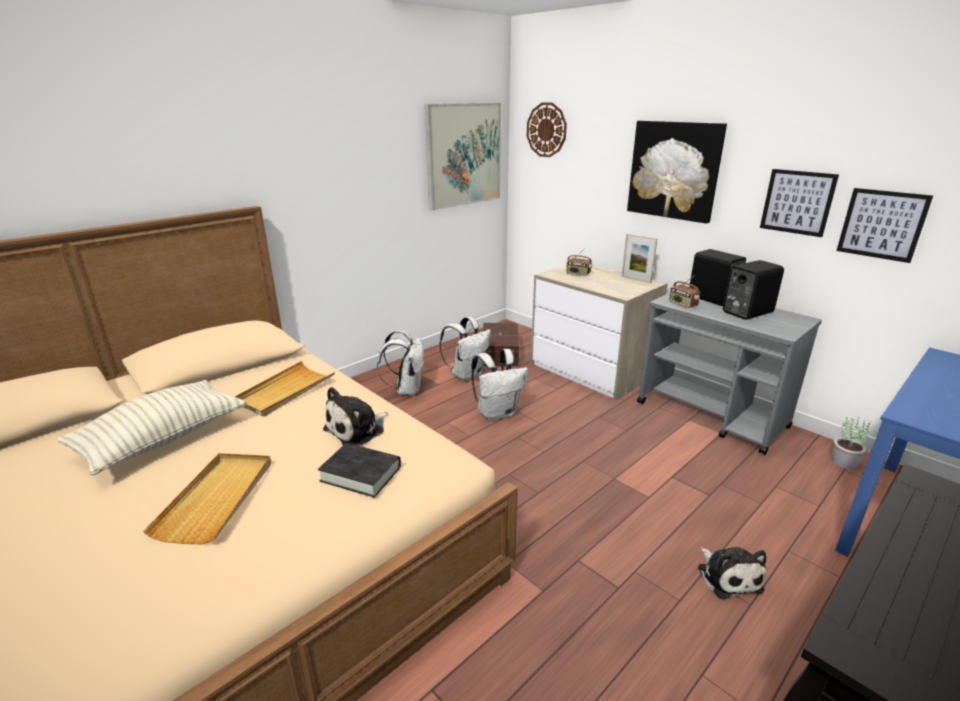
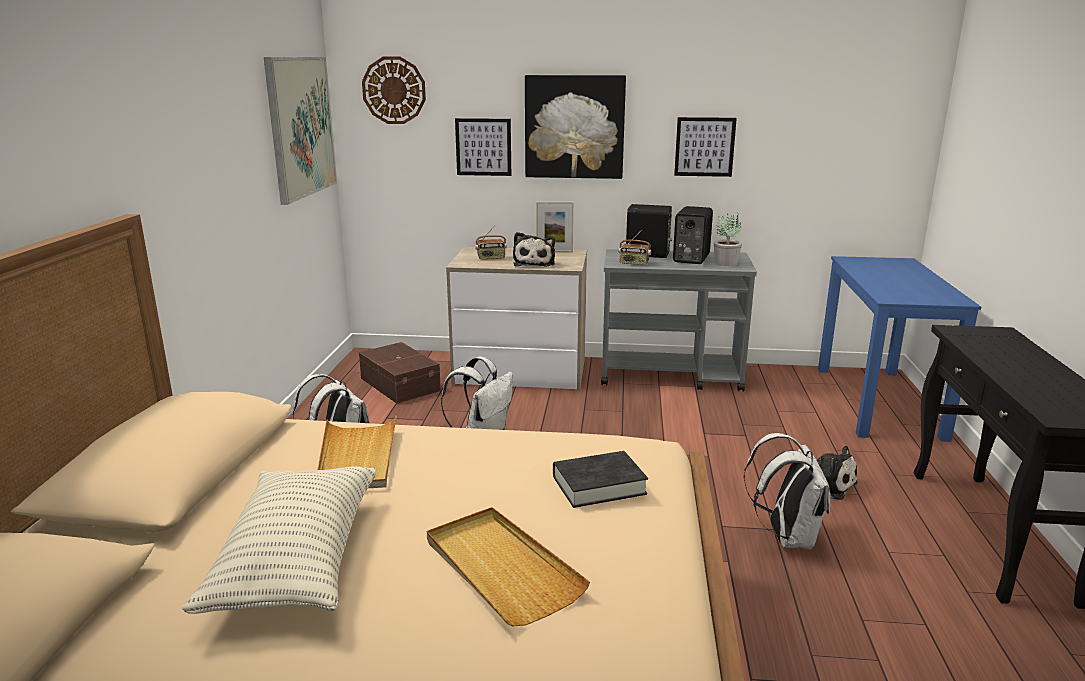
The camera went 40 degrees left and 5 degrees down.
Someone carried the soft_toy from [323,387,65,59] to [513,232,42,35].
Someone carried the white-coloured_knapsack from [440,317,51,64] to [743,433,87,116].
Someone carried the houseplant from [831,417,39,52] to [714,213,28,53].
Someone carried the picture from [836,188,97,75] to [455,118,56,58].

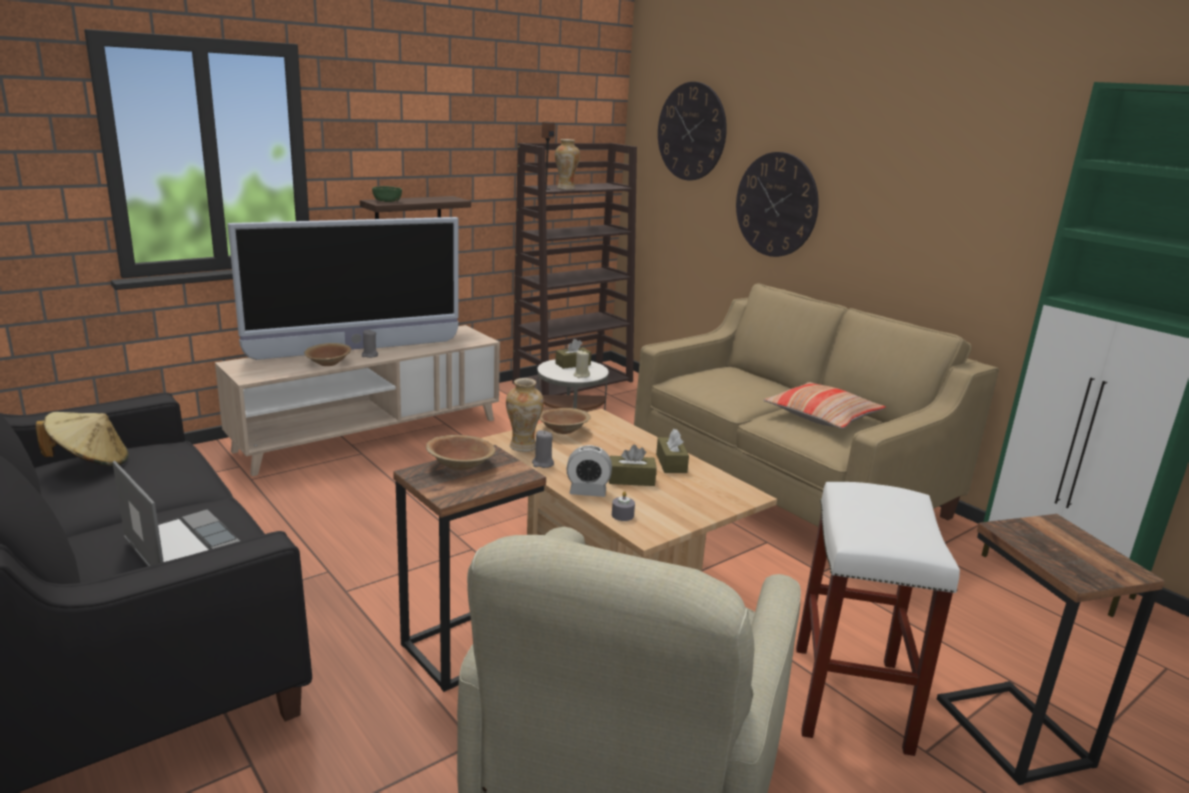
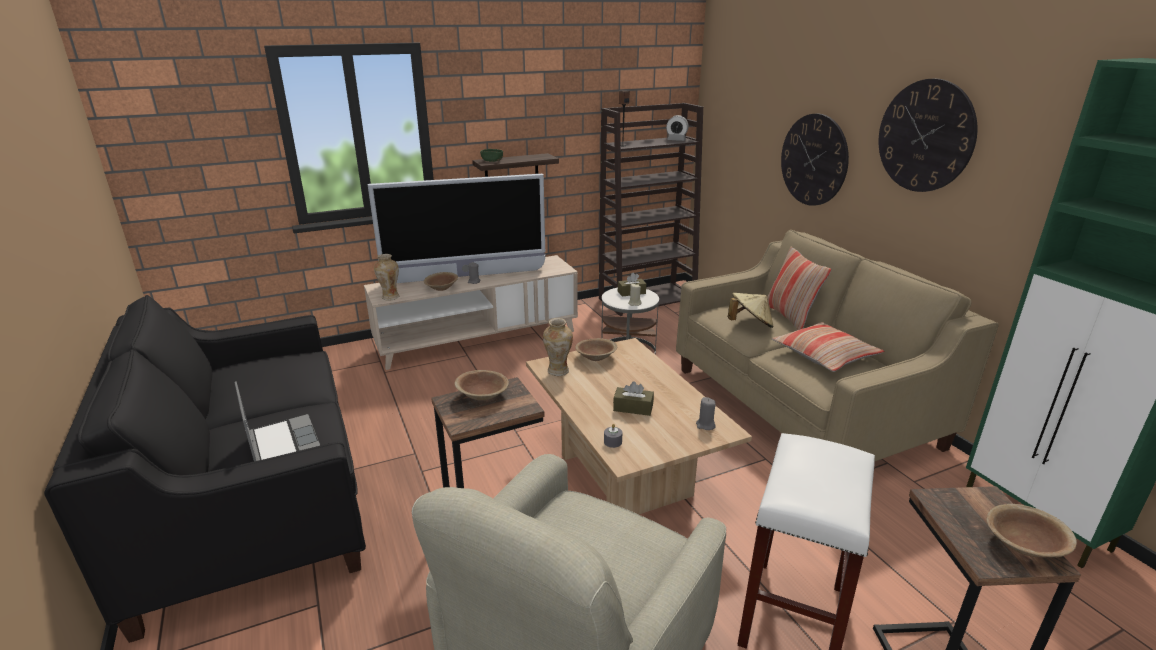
The camera went 15 degrees right and 5 degrees up.
Someone carried the beige-coloured_clothing_hat from [35,412,94,54] to [728,293,46,35].
Someone carried the gray_wax_light from [532,430,22,38] to [696,397,20,33].
Someone carried the decorative_vase from [555,139,25,51] to [374,254,25,47].
Someone carried the table_clock from [566,445,46,52] to [666,115,23,26].
Someone took away the brown-coloured_box_of_tissues at [656,429,33,44].
Someone carried the clock_on_the_wall from [658,82,69,98] to [879,79,98,113].
Someone put down the throw_pillow at [767,247,64,83].
Someone put down the brown-coloured_serving_bowl at [987,504,90,54].

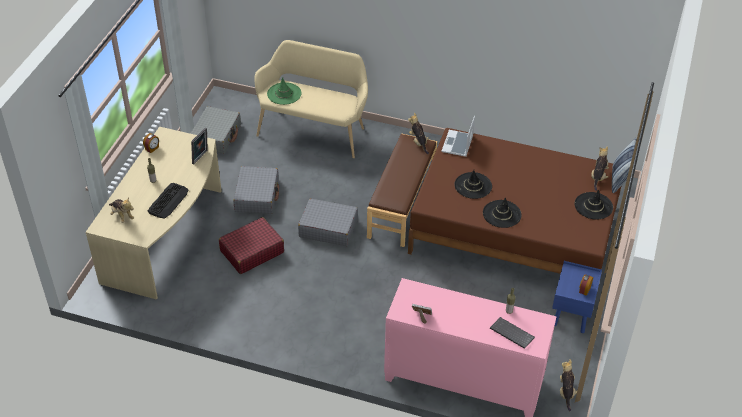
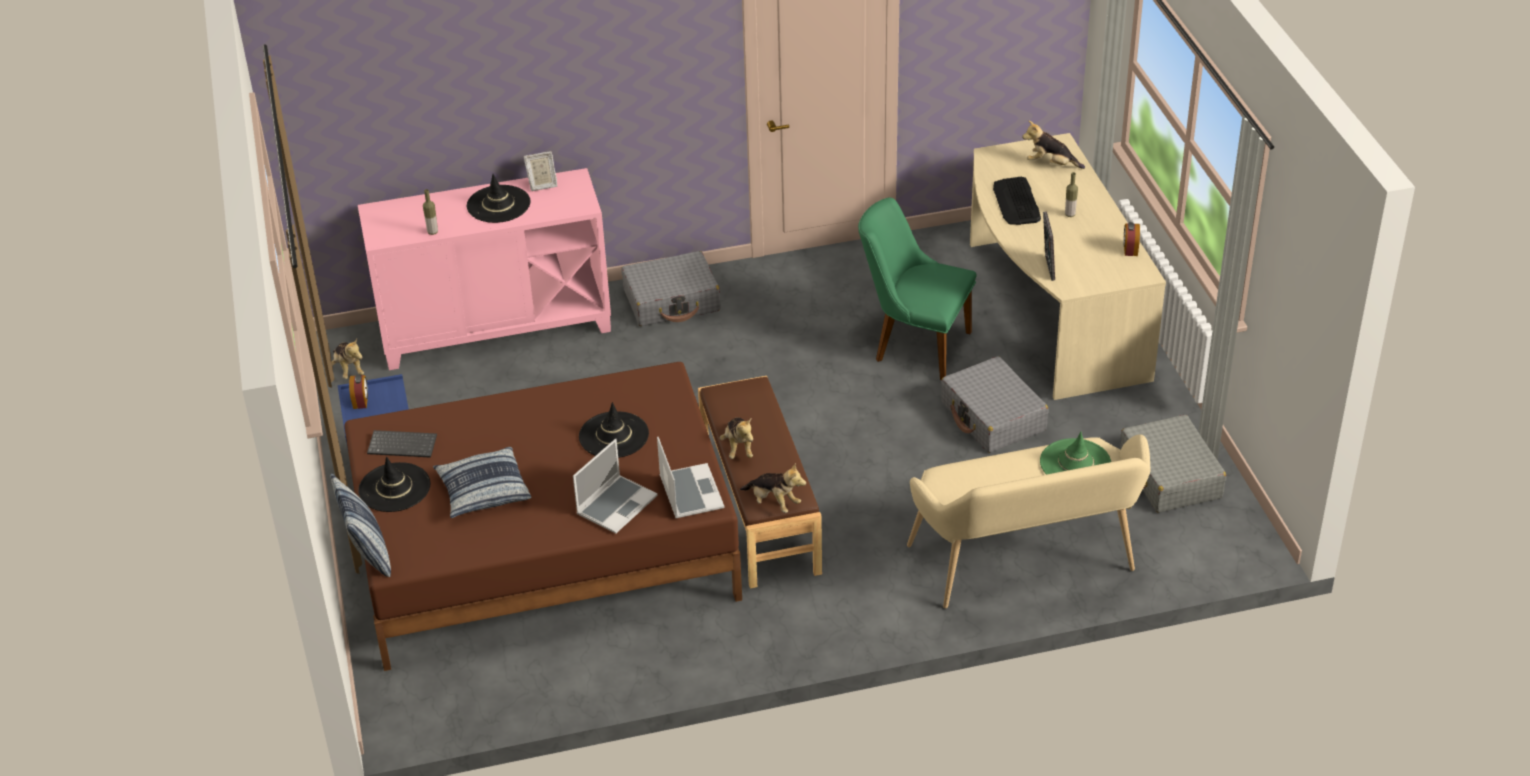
The camera went 150 degrees right and 5 degrees down.
Someone swapped the red_travel_case at [219,217,65,57] for the greenish_upright_chair at [858,198,119,182].
Someone carried the gray_travel_case from [298,199,60,47] to [621,251,100,75].
Someone carried the black-coloured_clothing_hat from [483,197,39,31] to [467,174,63,49].
Someone carried the PC_keyboard from [490,317,45,32] to [367,430,70,28].
Someone carried the soft_toy from [591,146,18,45] to [720,417,33,42].
Someone put down the throw_pillow at [433,447,98,71].
Someone put down the notebook_computer at [573,439,85,95].

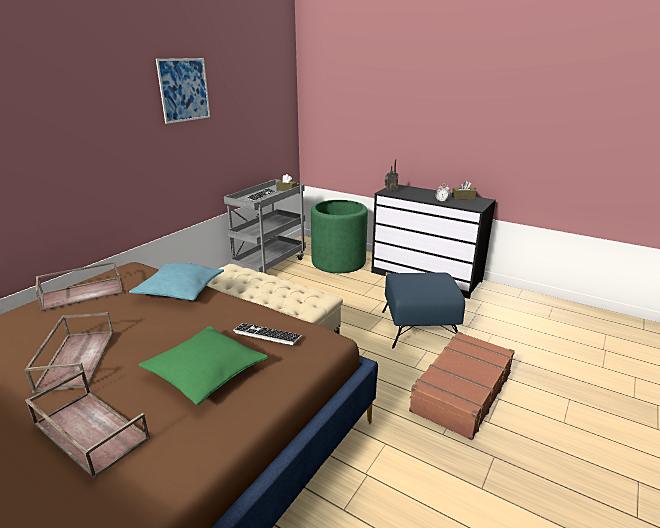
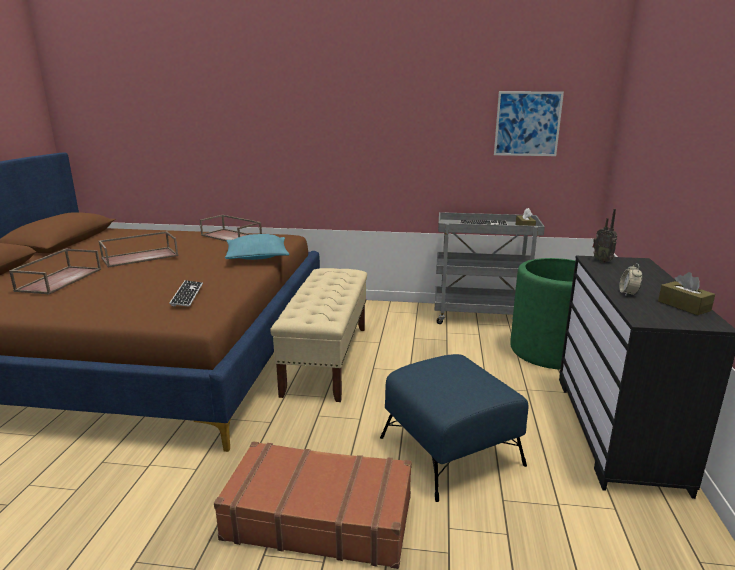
The camera went 65 degrees right and 5 degrees down.
Someone took away the greenish_throw_pillow at [138,326,130,79].
Someone carried the picture from [156,58,54,66] to [494,91,70,65].

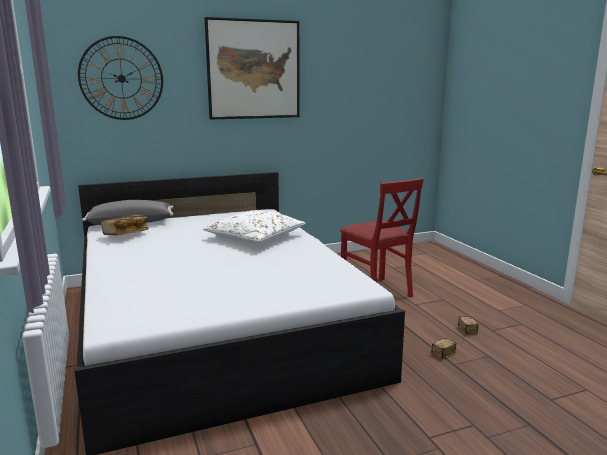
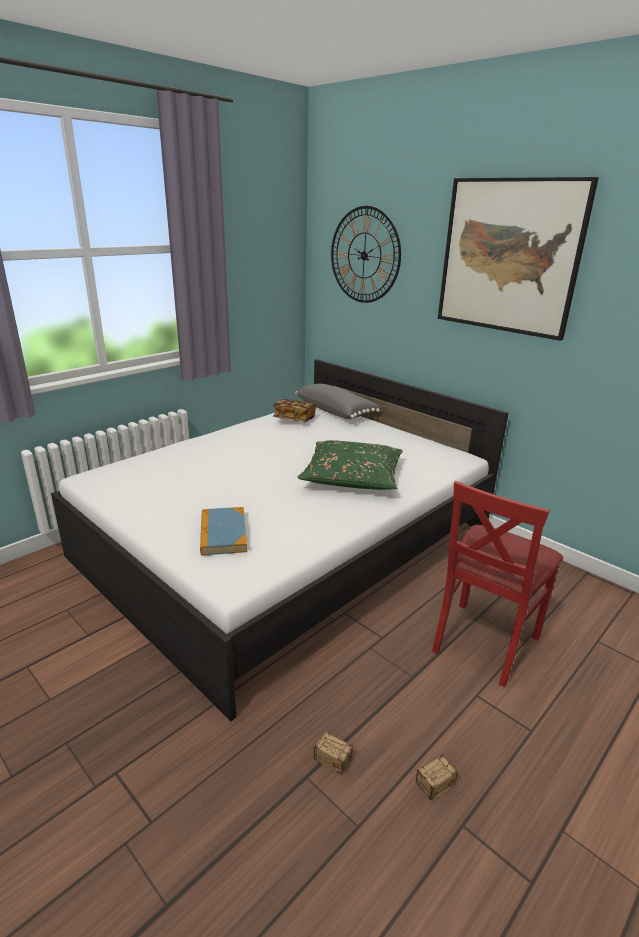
The camera went 65 degrees right and 10 degrees up.
Someone repainted the white-coloured_throw_pillow at [203,210,103,34], which became the greenish_throw_pillow at [297,440,106,50].
Someone put down the bound_book at [200,507,47,48].

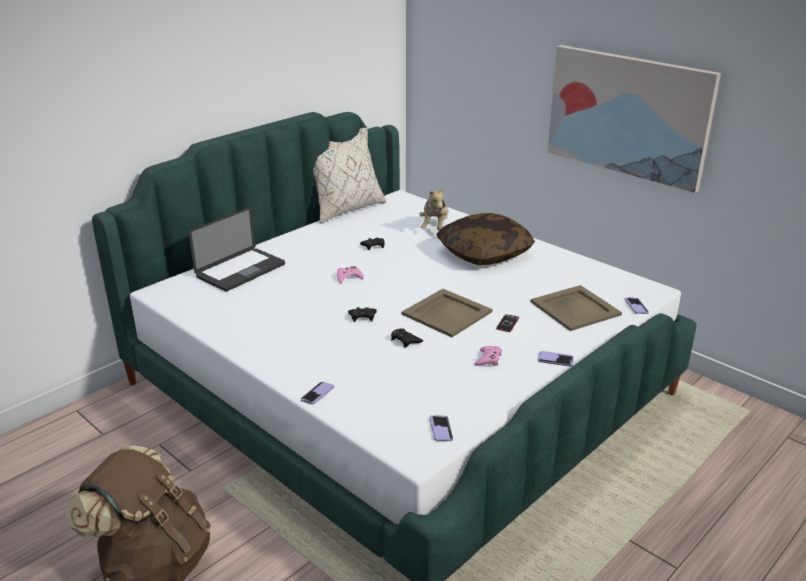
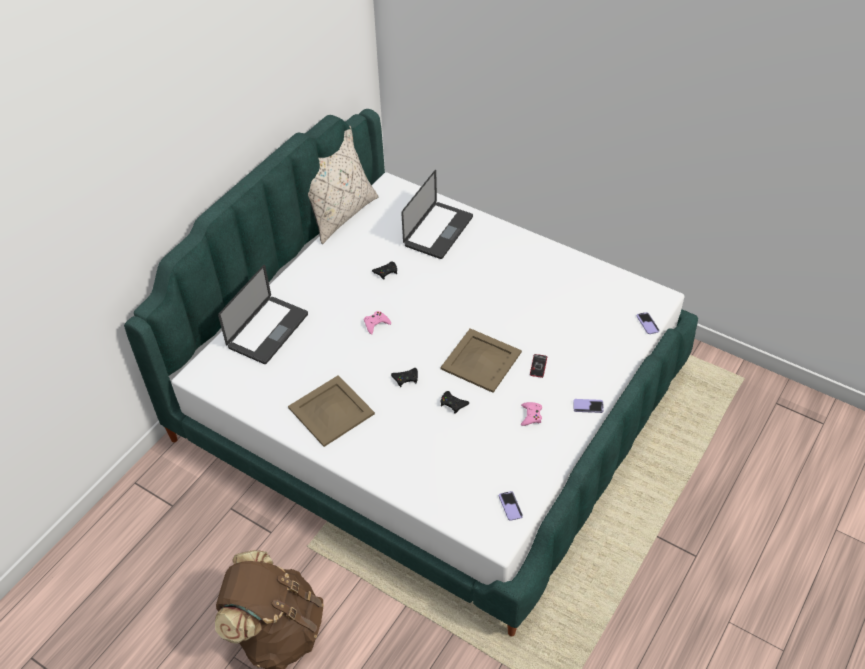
The camera went 10 degrees left and 20 degrees up.
Someone took away the phone at [301,382,33,23].
Someone swapped the soft_toy at [420,187,28,43] for the notebook_computer at [401,170,72,89].
Someone took away the throw_pillow at [436,213,99,52].
Someone carried the beige-coloured_serving_tray from [531,285,91,46] to [288,375,87,72].
Someone took away the picture at [547,45,174,148].

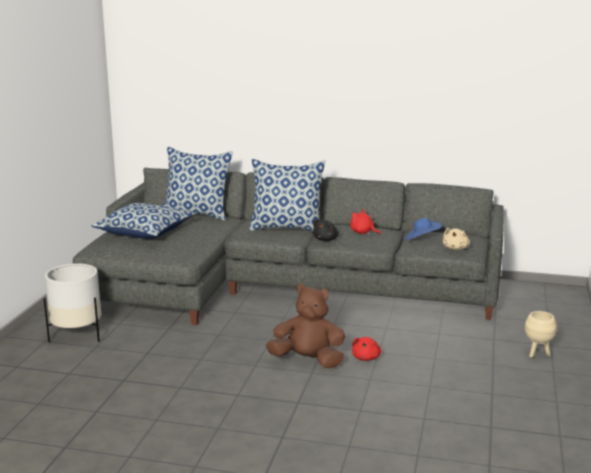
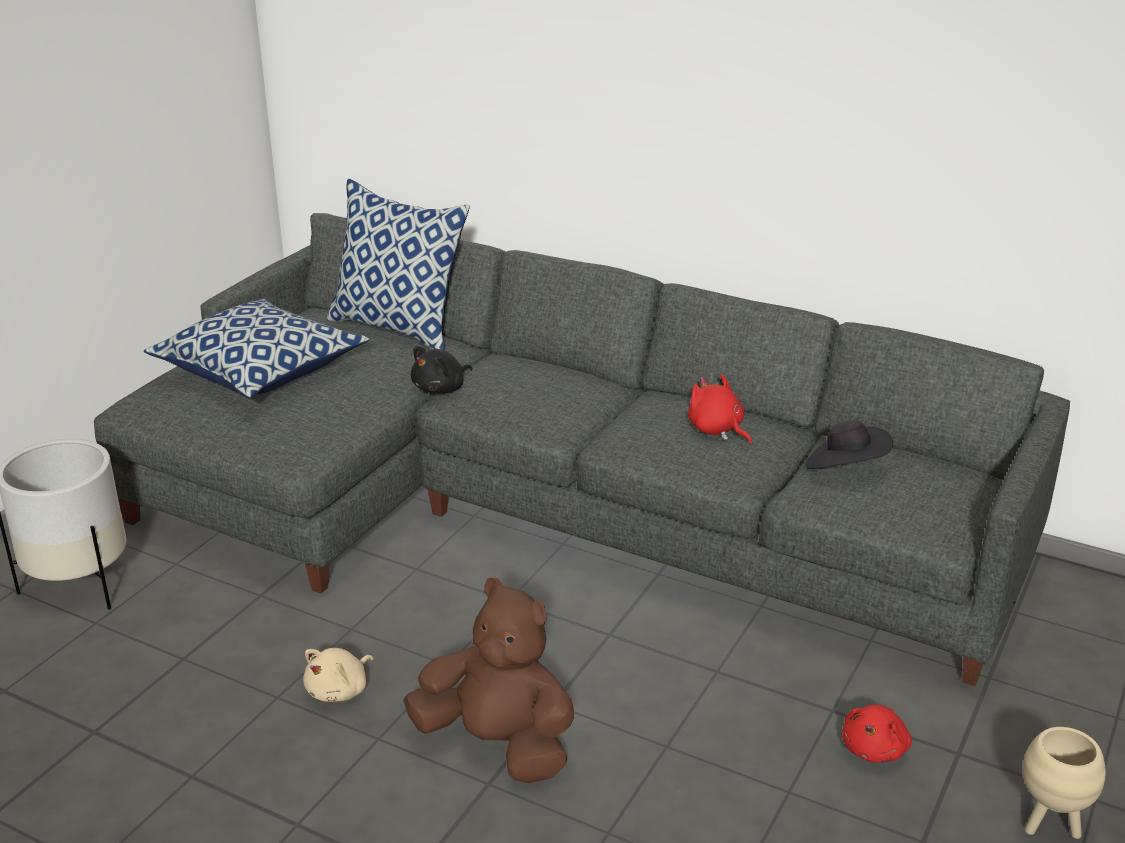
The camera went 15 degrees right and 10 degrees up.
Someone took away the throw_pillow at [249,159,76,72].
Someone carried the black-coloured_soft_toy from [313,219,26,22] to [411,346,61,48].
Someone carried the red_soft_toy from [352,337,29,24] to [842,704,70,59].
Someone repainted the blue_clothing_hat at [405,218,37,22], which became the black-coloured_clothing_hat at [805,420,88,49].
Someone carried the beige-coloured_soft_toy from [443,228,27,22] to [303,648,71,54].

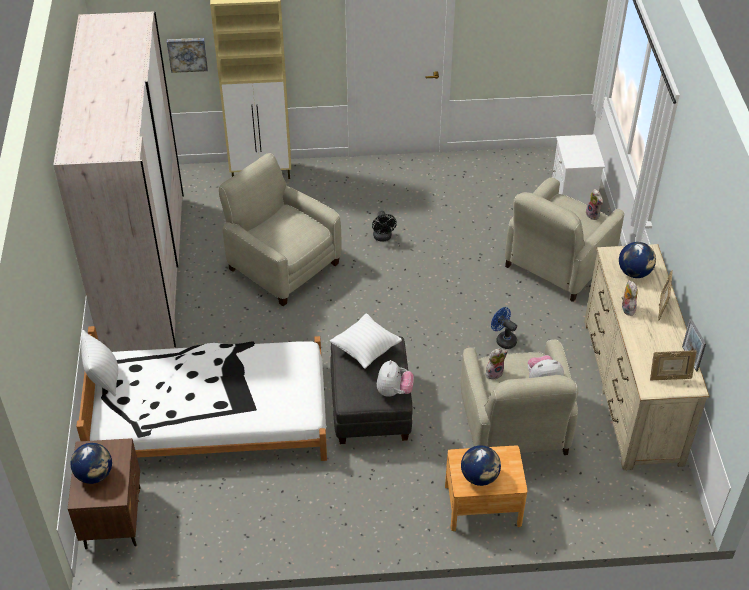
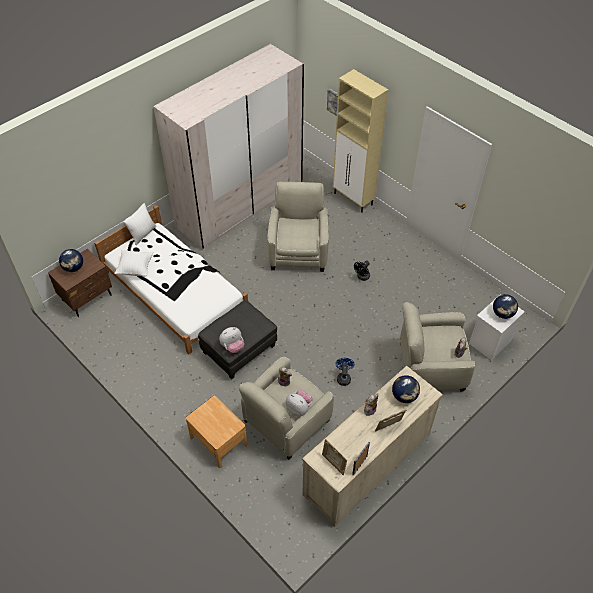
The camera went 50 degrees right and 5 degrees up.
Someone carried the white-coloured_throw_pillow from [330,313,72,56] to [115,250,38,27].
Someone carried the world_globe from [461,445,40,41] to [493,294,25,25].

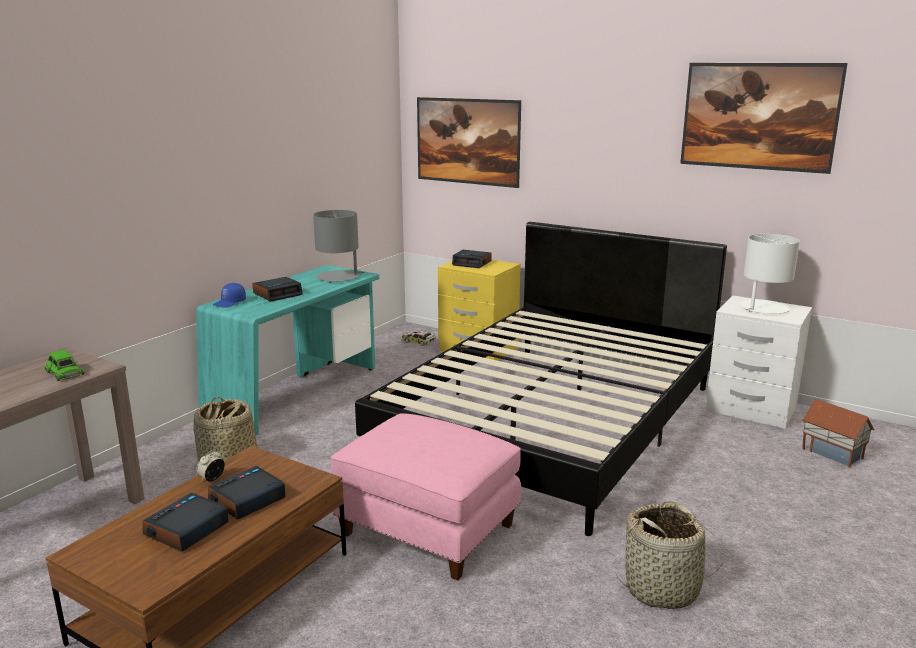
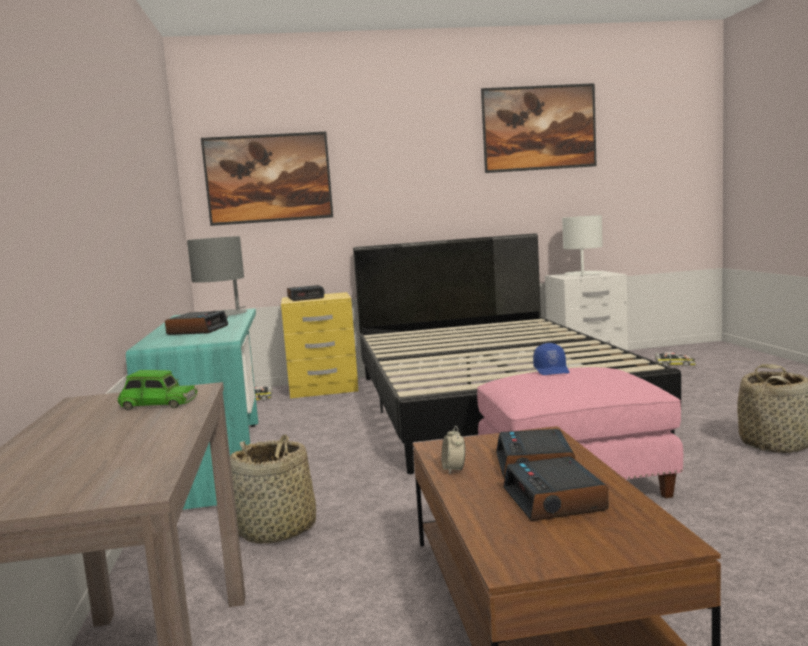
The camera went 40 degrees left and 10 degrees down.
Someone carried the blue_cap from [213,283,33,25] to [533,343,36,32].
Someone swapped the toy_house at [802,399,72,69] for the model_car at [655,352,40,14].

